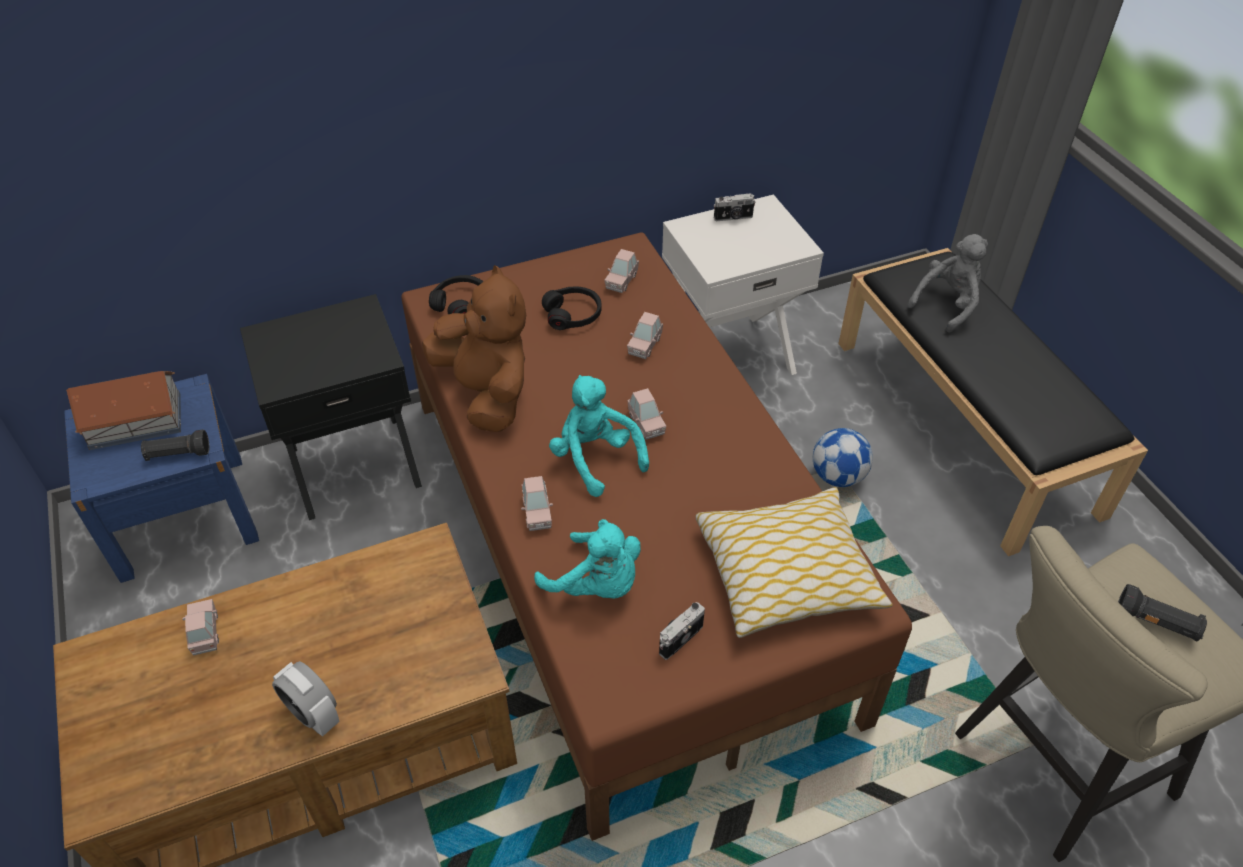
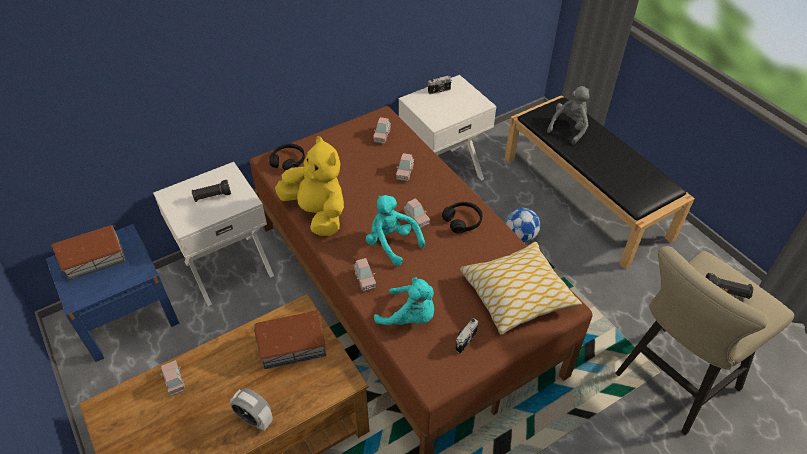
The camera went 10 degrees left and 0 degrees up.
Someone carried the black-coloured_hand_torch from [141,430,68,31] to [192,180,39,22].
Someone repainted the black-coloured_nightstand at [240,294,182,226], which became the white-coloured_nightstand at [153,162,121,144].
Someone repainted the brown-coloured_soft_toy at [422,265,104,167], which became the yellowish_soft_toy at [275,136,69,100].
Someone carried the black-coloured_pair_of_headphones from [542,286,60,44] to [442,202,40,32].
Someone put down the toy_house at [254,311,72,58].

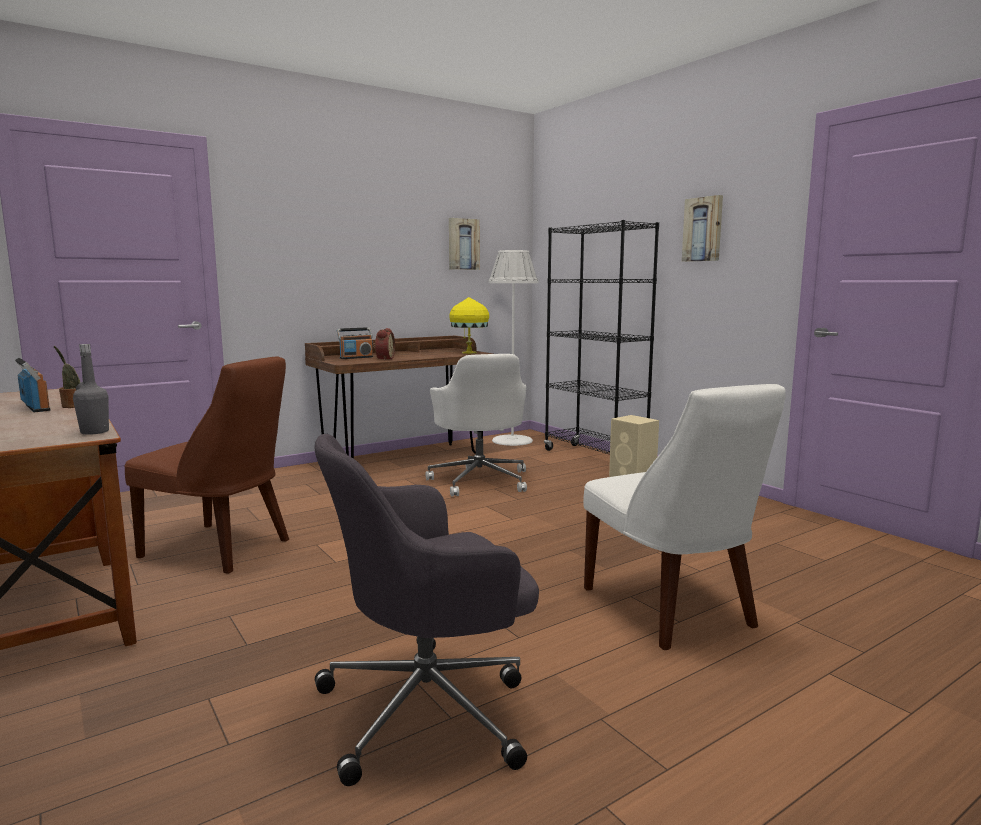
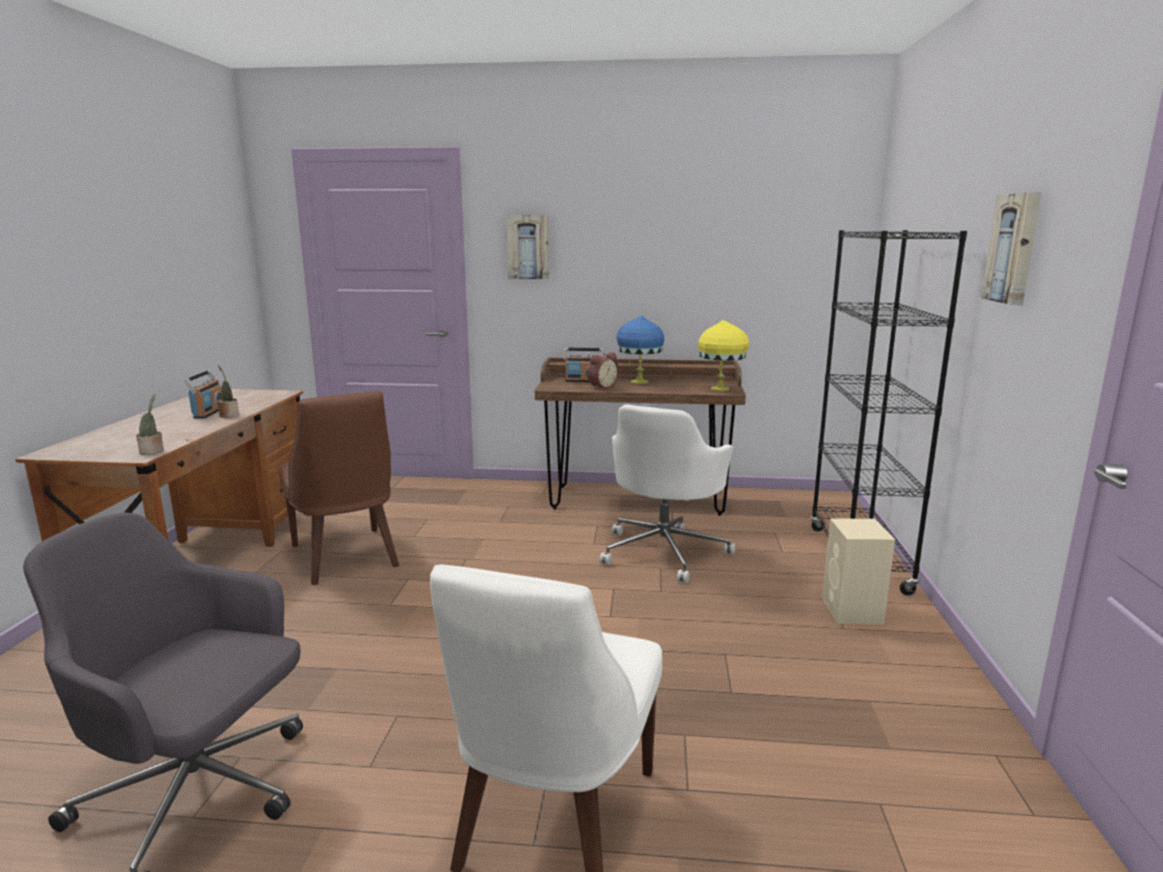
The camera went 40 degrees right and 5 degrees up.
Someone swapped the gray_bottle at [73,344,36,91] for the houseplant at [136,394,28,61].
Someone carried the picture from [449,218,31,52] to [506,215,43,64].
Someone took away the white-coloured_standing_lamp at [488,250,51,196].
Someone put down the blue_table_lamp at [617,316,47,68].

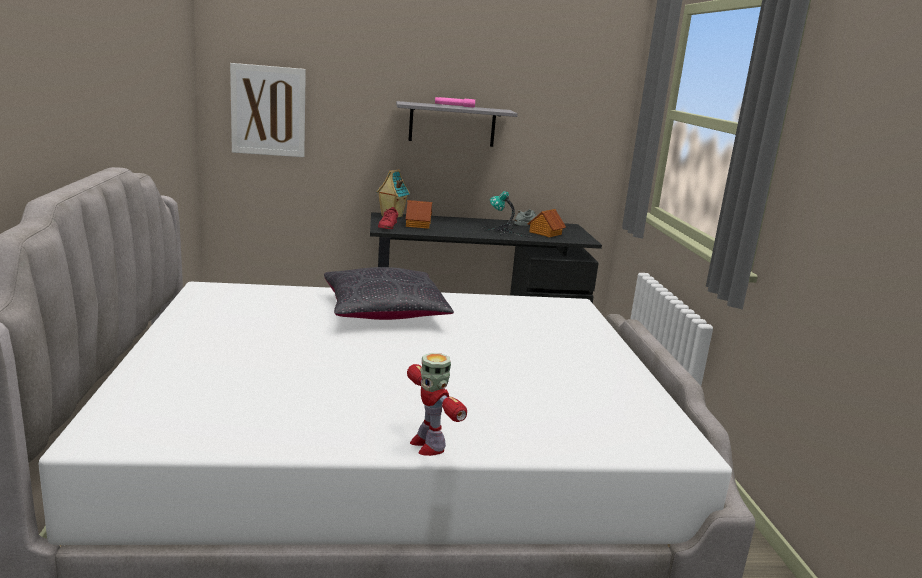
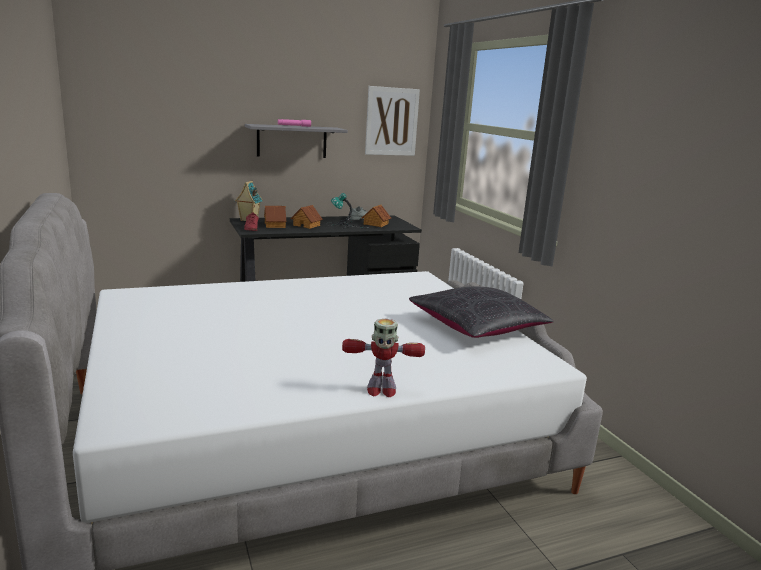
The camera went 15 degrees left and 0 degrees up.
Someone carried the picture from [230,63,76,94] to [365,86,55,70].
Someone carried the black-coloured_throw_pillow from [324,267,130,53] to [409,286,145,52].
Someone rotated the model_robot at [407,353,60,103] by 45 degrees counterclockwise.
Someone put down the toy_house at [290,205,33,24].

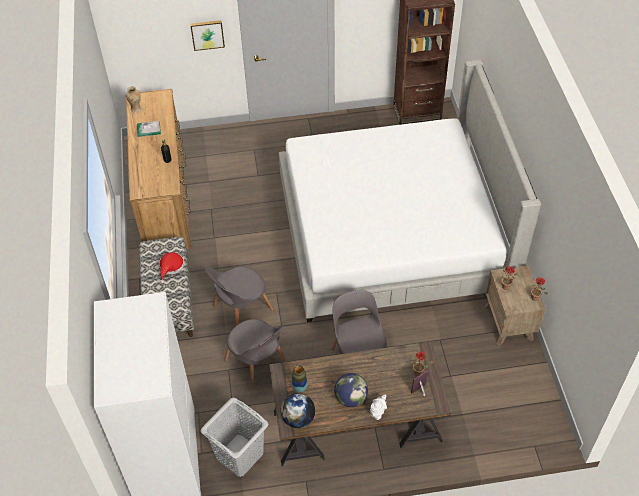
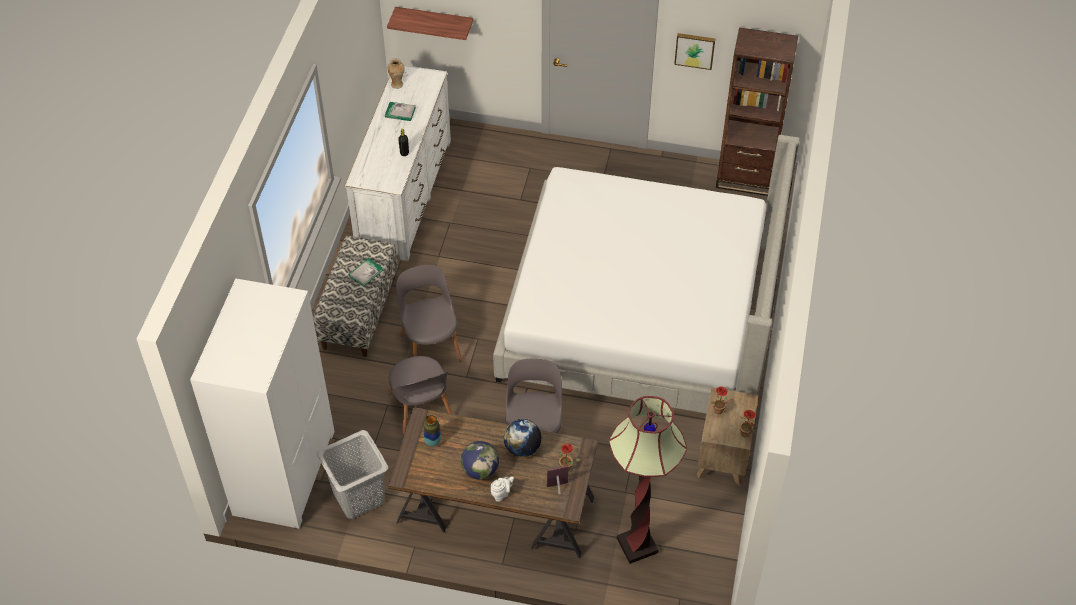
The camera went 20 degrees right and 0 degrees up.
Someone repainted the brown-coloured_drawer_chest at [126,89,65,161], which became the white-coloured_drawer_chest at [344,65,107,196].
Someone swapped the red_clothing_hat at [159,252,25,31] for the bound_book at [349,258,34,28].
Someone carried the picture from [190,20,35,31] to [674,33,41,37].
Someone rotated the gray_upright_chair at [205,266,69,60] by 90 degrees clockwise.
Someone carried the world_globe from [281,393,34,35] to [504,419,38,38].
Someone put up the shelf at [387,7,86,33].
Someone put down the standing_lamp at [609,396,78,168].

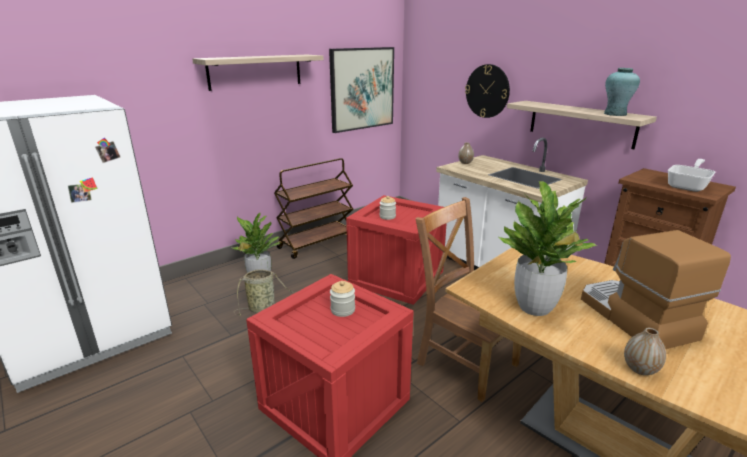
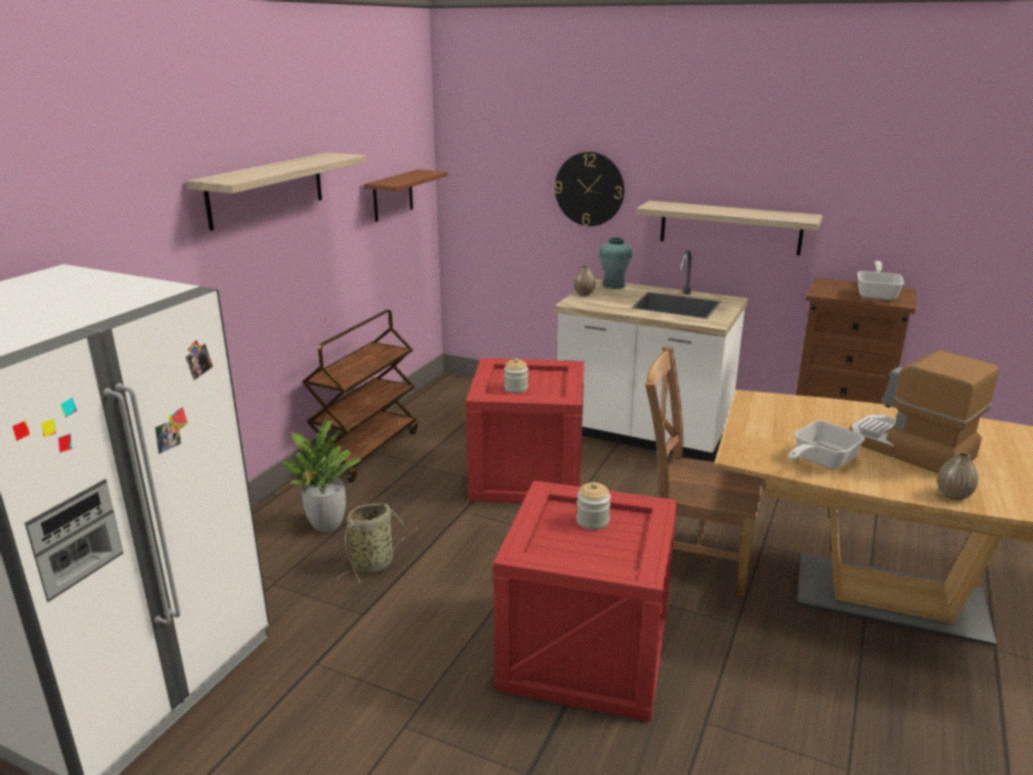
The camera went 25 degrees left and 0 degrees up.
Someone swapped the picture at [329,47,65,86] for the brown-coloured_shelf at [364,169,84,53].
Someone swapped the houseplant at [499,181,98,135] for the frying_pan at [788,421,77,48].
Someone carried the blue-green_decorative_vase from [604,68,36,48] to [599,237,33,52].

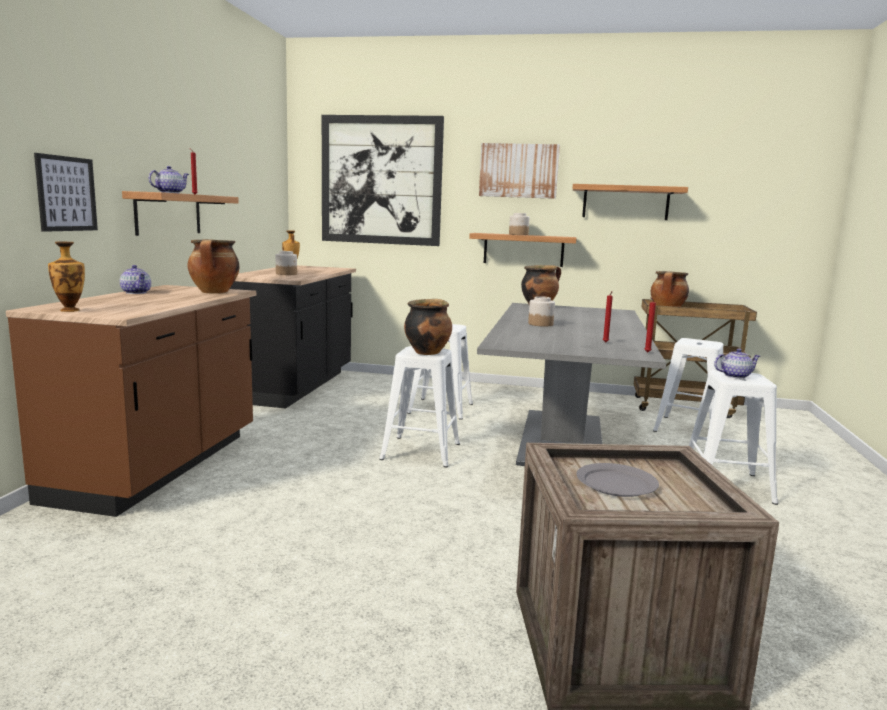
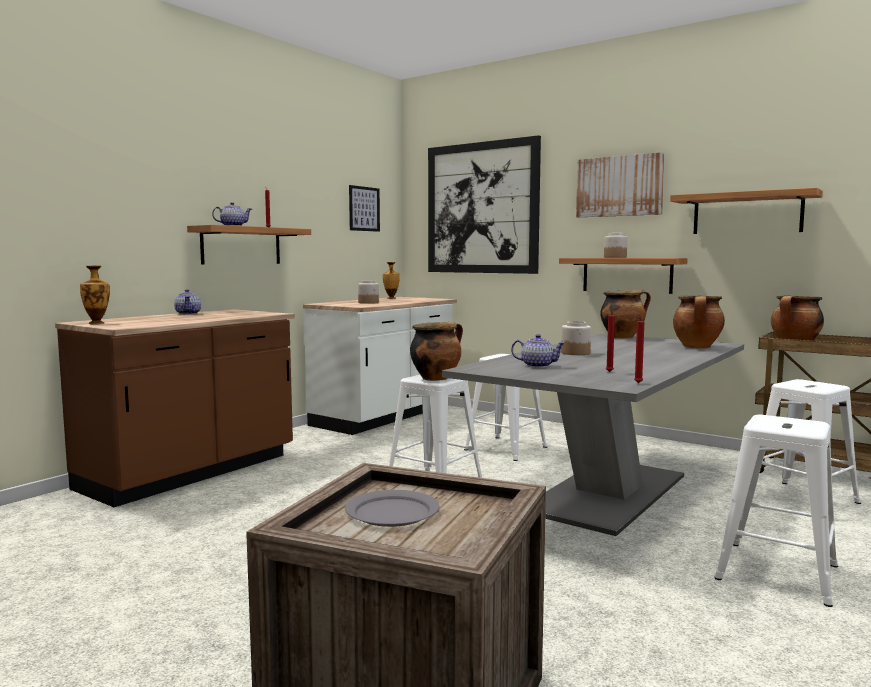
The camera went 25 degrees right and 5 degrees down.
Someone carried the picture from [34,153,64,79] to [349,185,31,47].
Someone carried the cooking_pot from [187,239,52,55] to [673,295,52,54].
Someone repainted the black-coloured_kitchen_base_unit at [230,265,126,144], which became the white-coloured_kitchen_base_unit at [303,297,154,138].
Someone carried the teapot from [714,348,46,31] to [511,334,55,34].

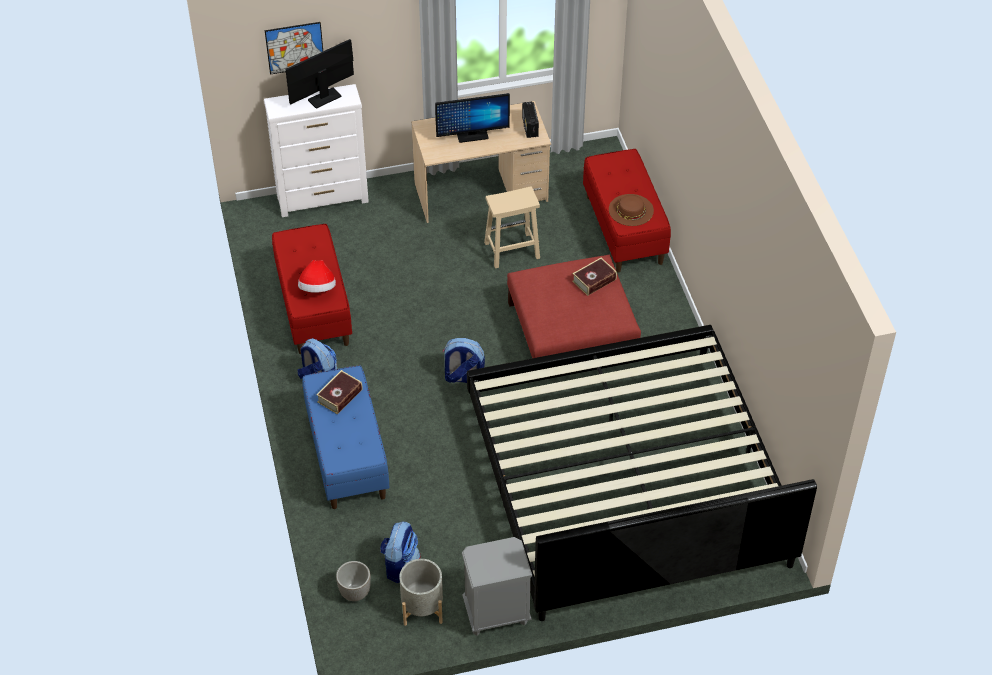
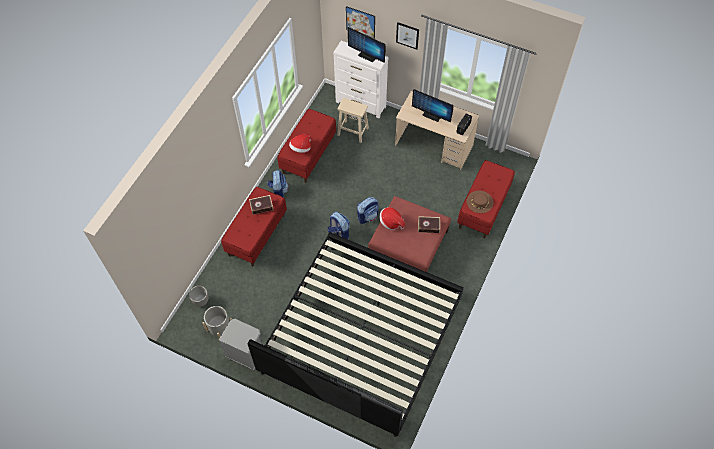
The camera went 40 degrees right and 10 degrees up.
Someone rotated the monitor at [285,39,69,70] by 150 degrees counterclockwise.
Someone repainted the blue_bench at [302,365,87,144], which became the red_bench at [221,187,66,80].
Someone carried the knapsack from [380,521,41,62] to [357,197,22,27].
Someone carried the beige-coloured_stool_seat from [484,186,56,82] to [337,98,32,45].
Someone put down the clothing_hat at [379,207,26,23].
Someone put up the picture at [396,22,23,28].

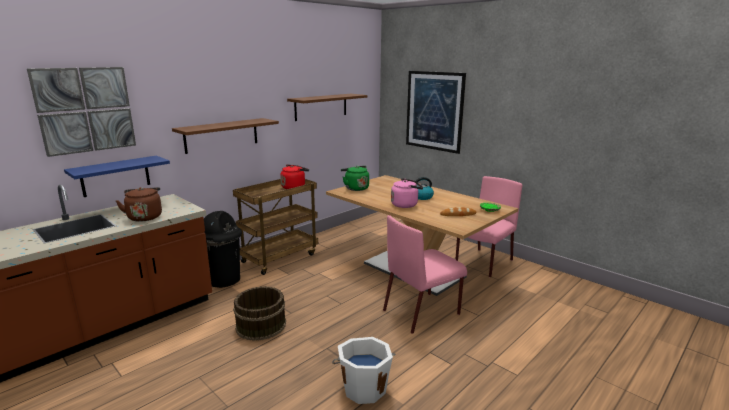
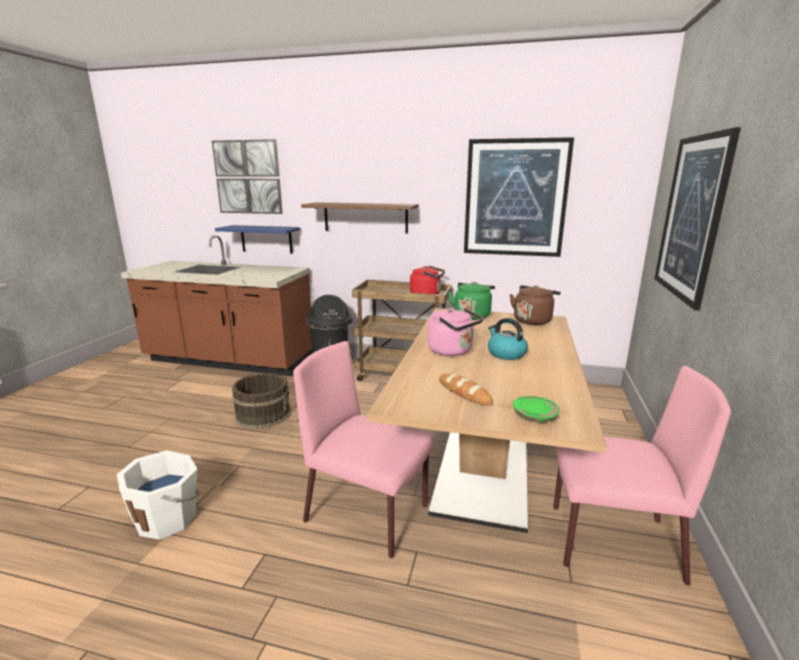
The camera went 60 degrees right and 0 degrees up.
Someone carried the brown-coloured_water_kettle from [116,187,46,35] to [510,285,51,40].
Someone swapped the brown-coloured_shelf at [287,94,80,27] for the picture at [464,137,110,120].

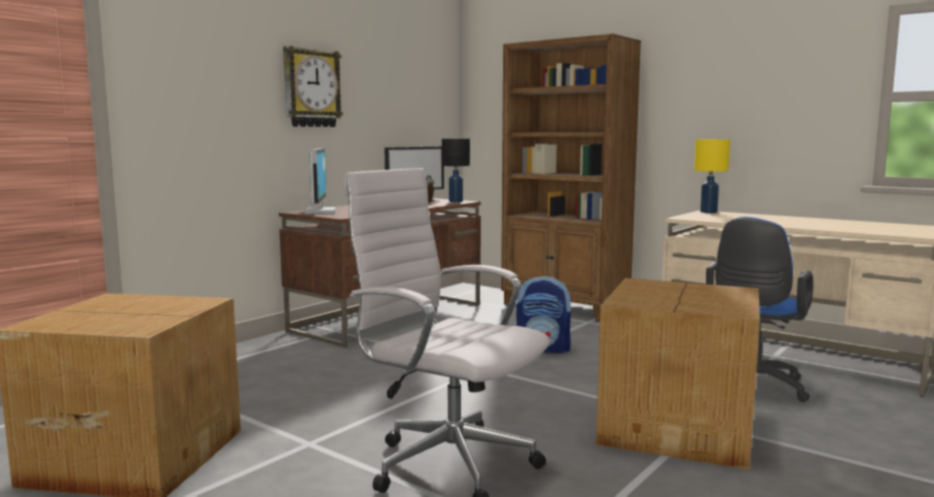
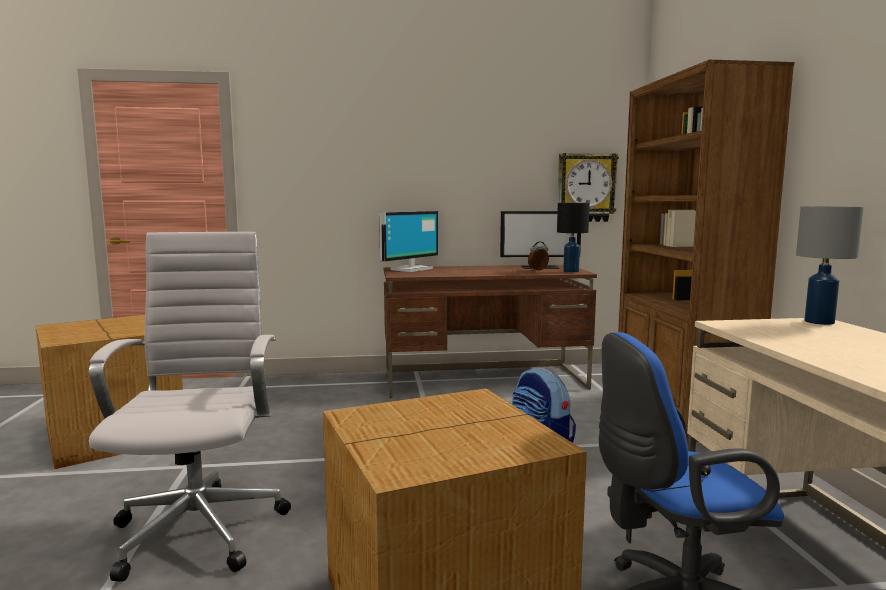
The camera went 45 degrees right and 0 degrees up.
Someone carried the clock_on_the_wall from [283,46,60,81] to [557,153,62,69].
Someone repainted the yellowish_table_lamp at [694,139,36,74], which became the gray_table_lamp at [796,206,68,119].

